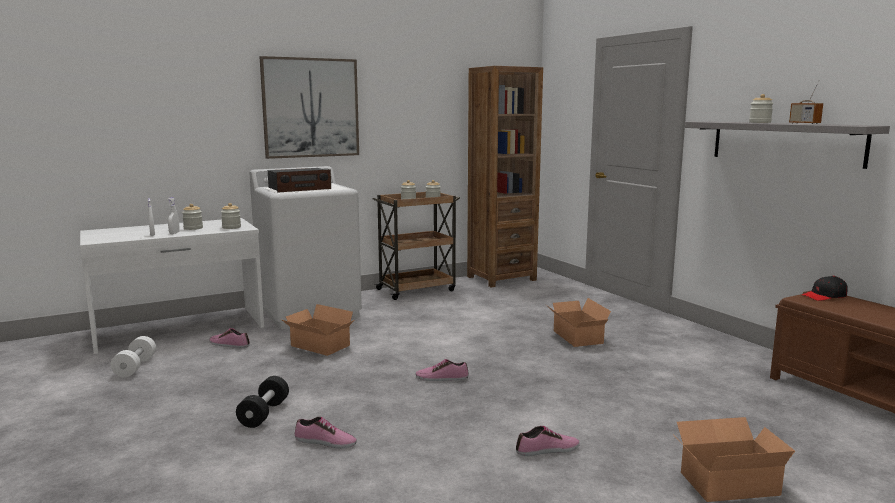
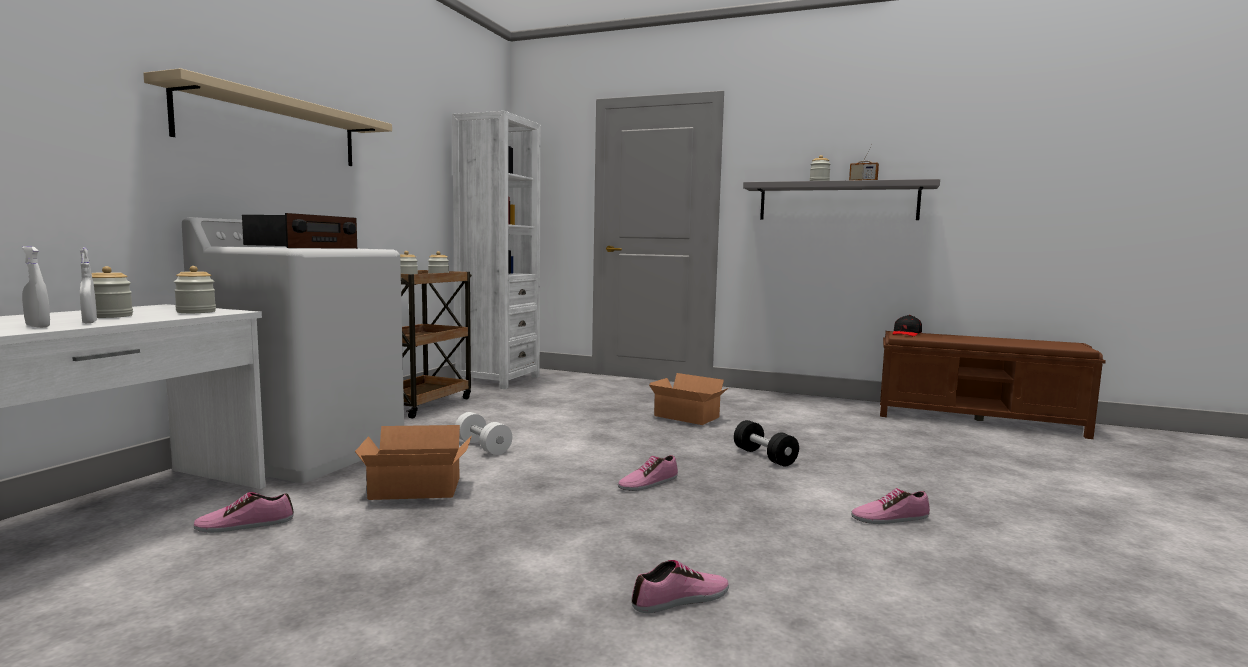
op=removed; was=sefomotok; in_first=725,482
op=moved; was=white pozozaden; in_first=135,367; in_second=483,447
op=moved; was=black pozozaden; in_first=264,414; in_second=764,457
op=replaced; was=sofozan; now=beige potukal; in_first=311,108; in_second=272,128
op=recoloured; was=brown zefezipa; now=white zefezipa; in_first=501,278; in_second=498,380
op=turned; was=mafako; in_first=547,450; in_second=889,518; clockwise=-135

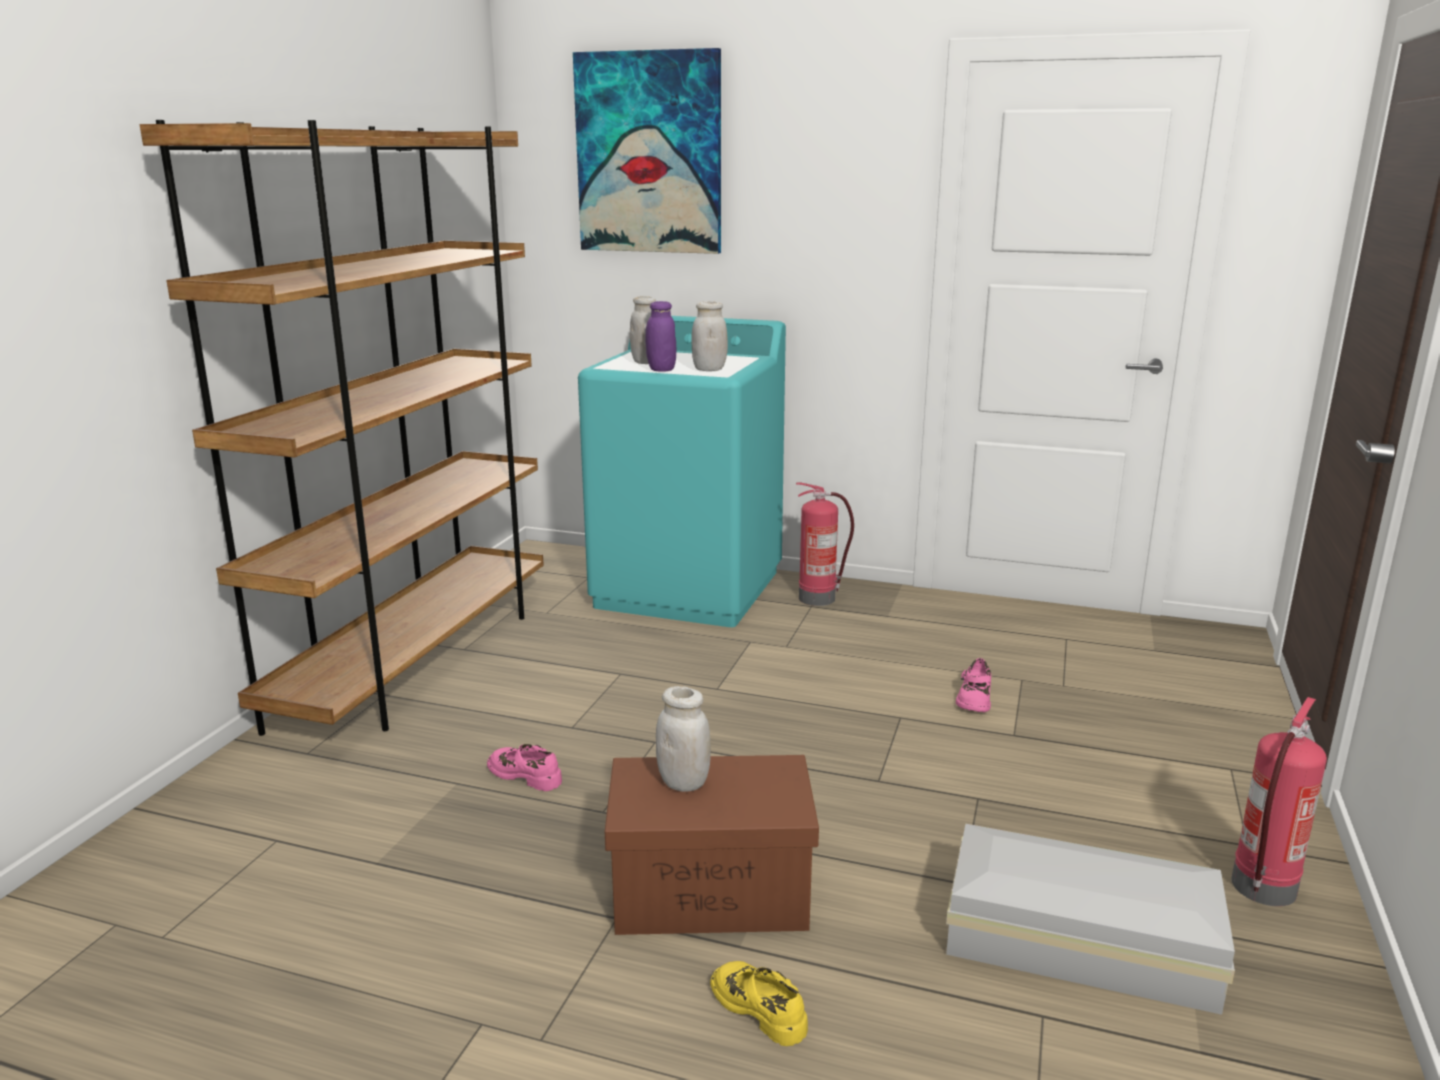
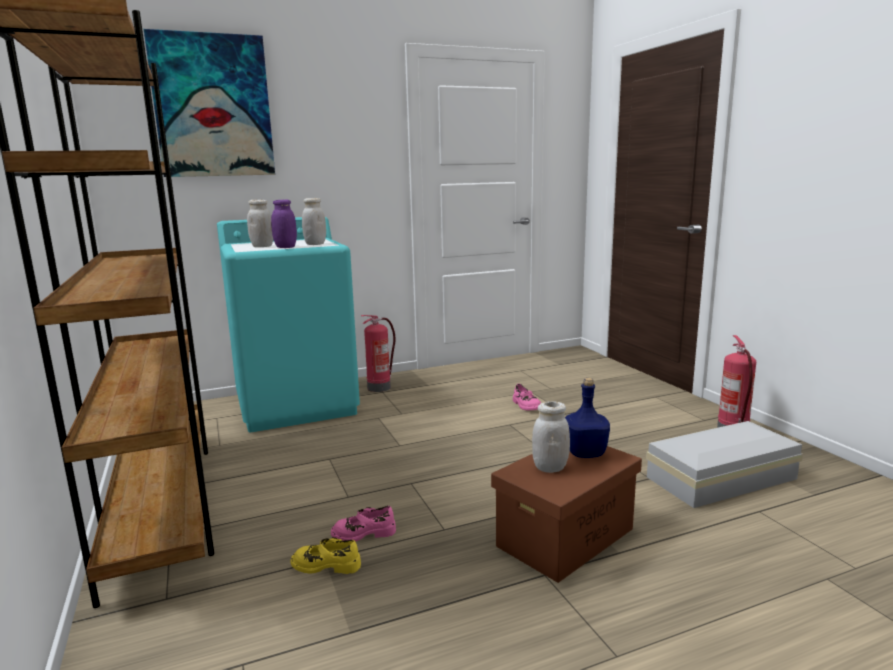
op=added; now=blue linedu; in_second=584,453
op=moved; was=yellow mafako; in_first=760,1008; in_second=326,564

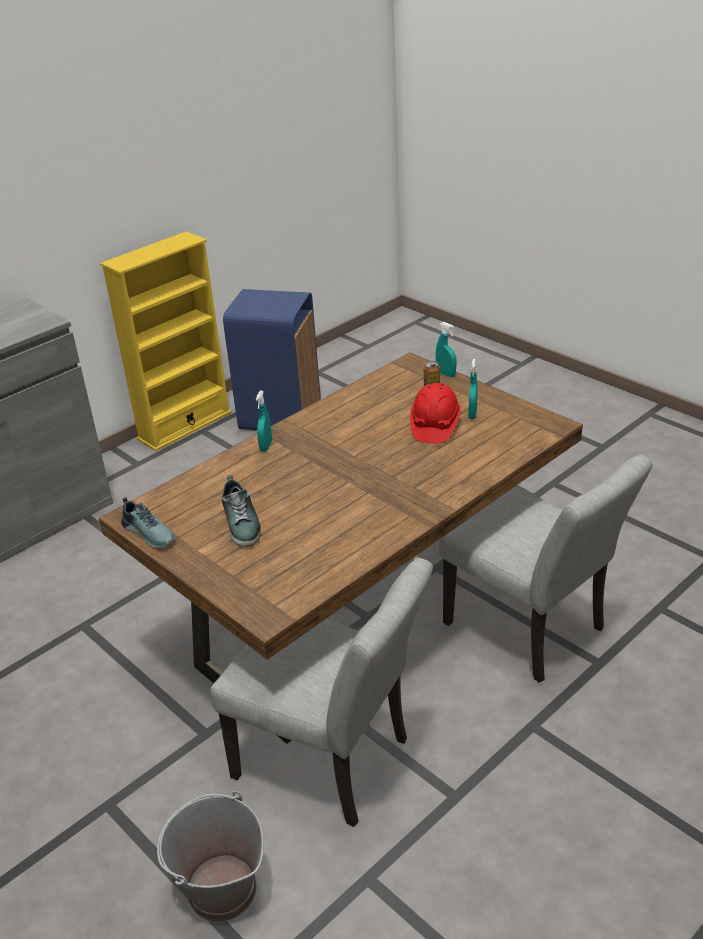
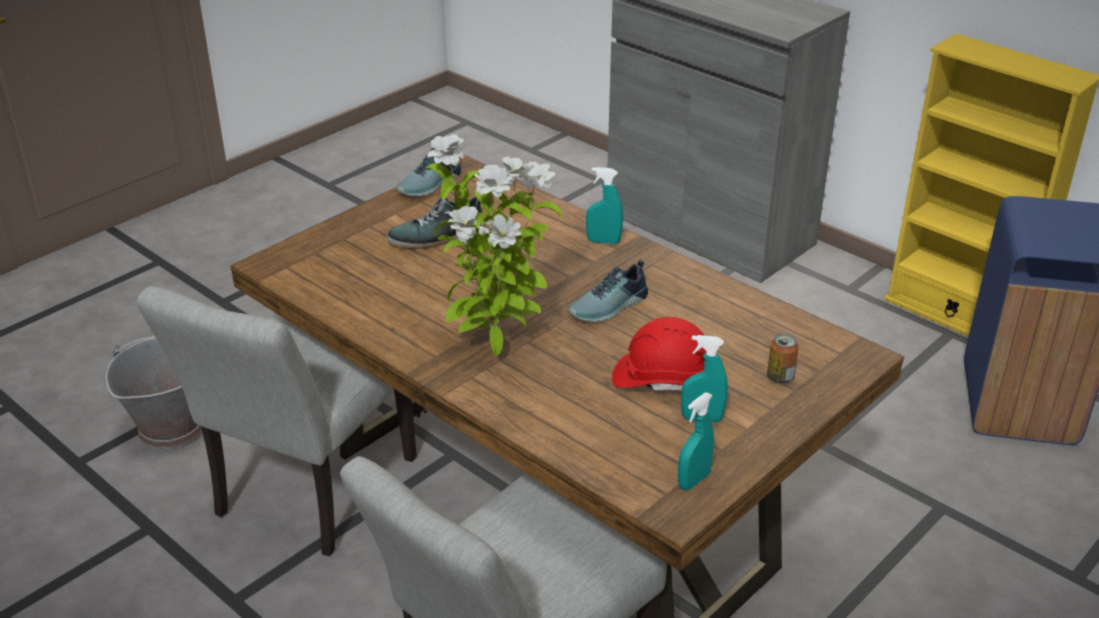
op=added; now=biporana; in_second=495,347
op=added; now=mafako; in_second=610,307
op=moved; was=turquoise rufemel; in_first=446,374; in_second=693,480

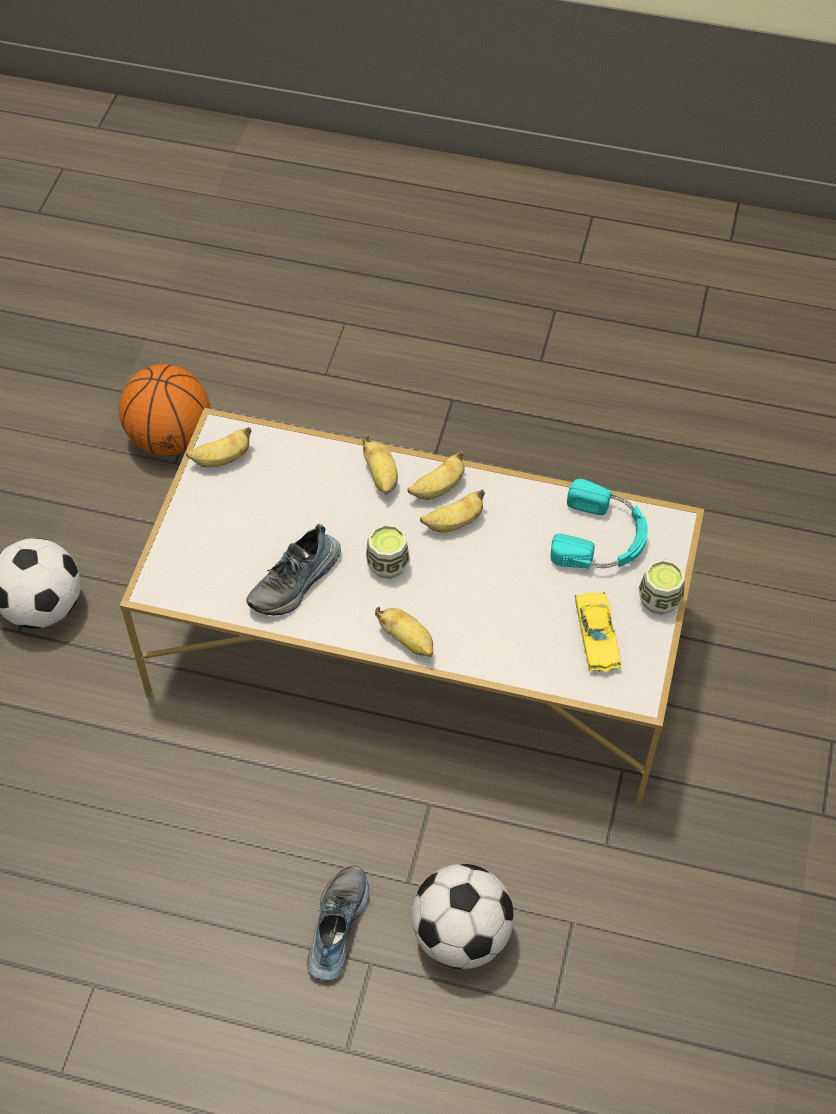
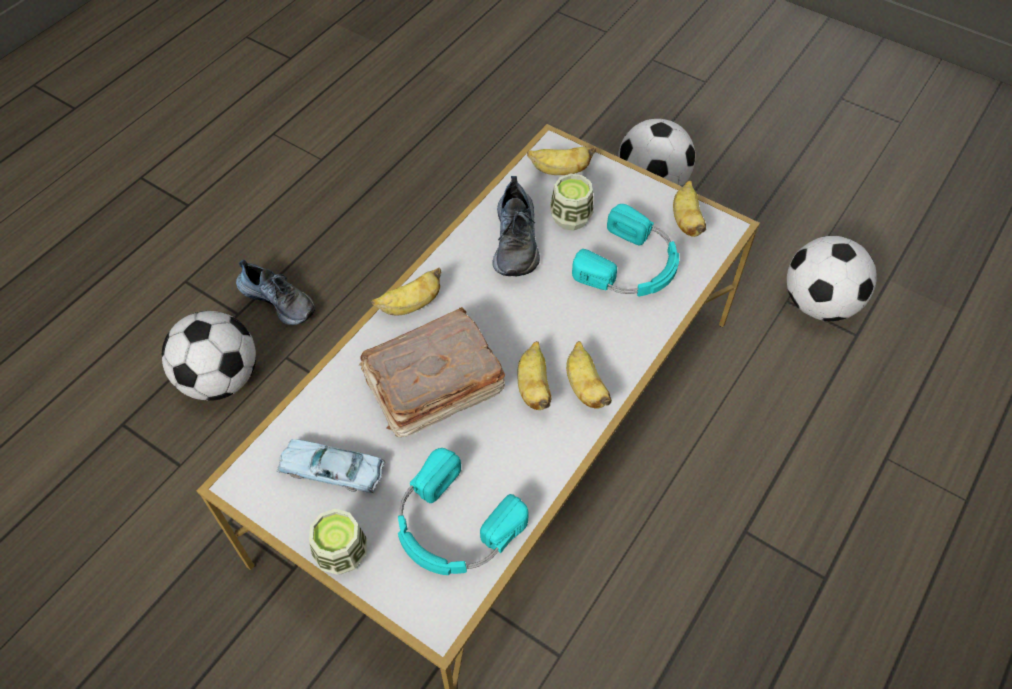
op=added; now=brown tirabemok; in_second=431,387
op=added; now=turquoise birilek; in_second=631,266
op=moved; was=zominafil; in_first=381,477; in_second=559,171
op=moved; was=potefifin; in_first=388,565; in_second=570,218
op=replaced; was=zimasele; now=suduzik; in_first=170,438; in_second=819,304
op=recoloured; was=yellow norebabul; now=blue norebabul; in_first=596,635; in_second=332,470
op=turned; was=mafako; in_first=296,582; in_second=517,241; clockwise=-150

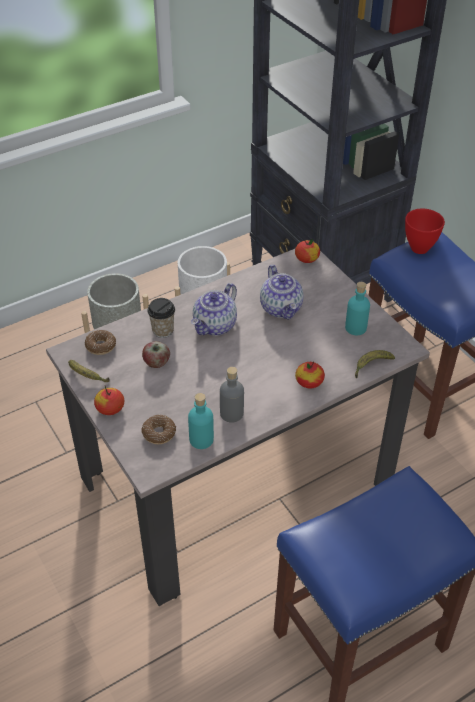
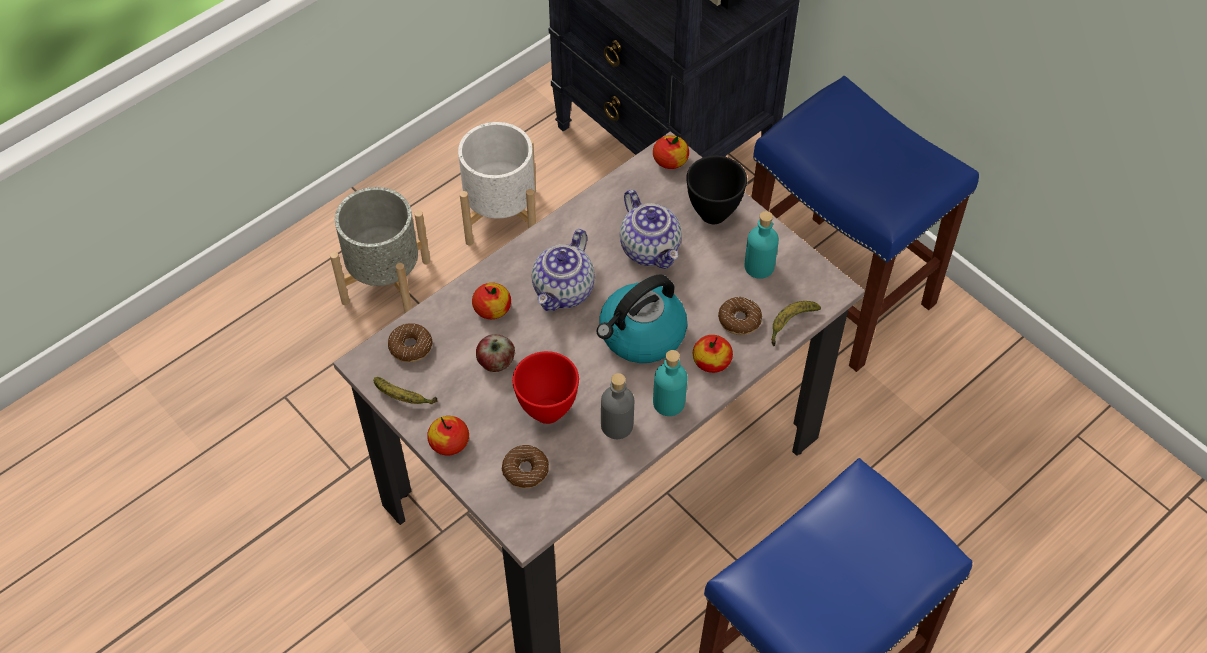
op=added; now=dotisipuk; in_second=641,335
op=added; now=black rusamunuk; in_second=713,212
op=added; now=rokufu; in_second=739,320
op=moved; was=turquoise linedu; in_first=201,439; in_second=669,402
op=moved; was=red rusamunuk; in_first=418,248; in_second=545,411
op=replaced; was=potefifin; now=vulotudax; in_first=163,330; in_second=492,309

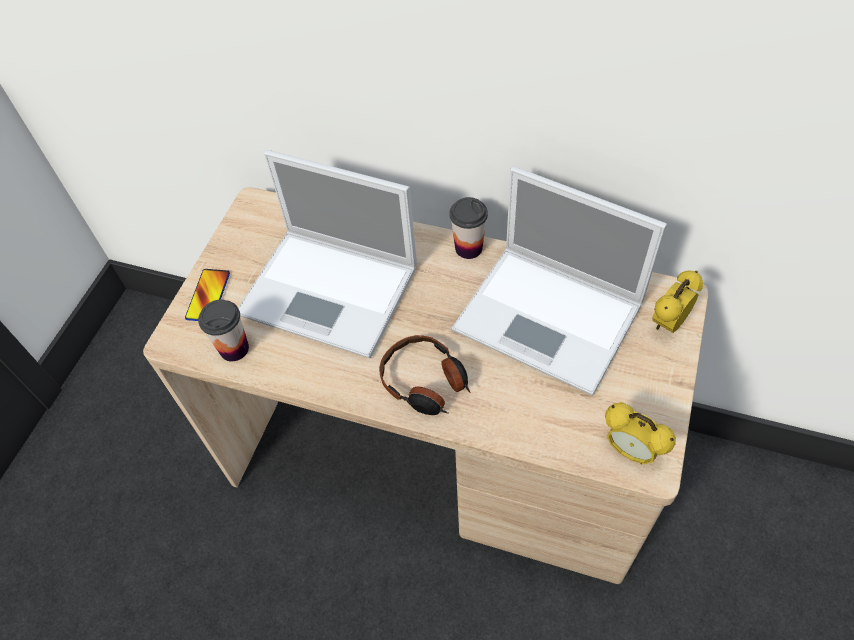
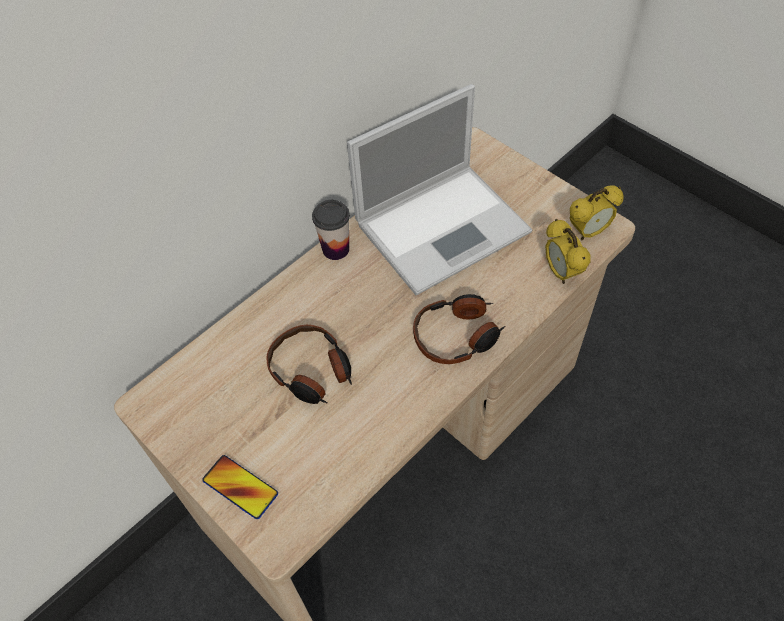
op=removed; was=potefifin; in_first=234,349
op=moved; was=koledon; in_first=668,323; in_second=561,273
op=replaced; was=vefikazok; now=birilek; in_first=332,291; in_second=312,371

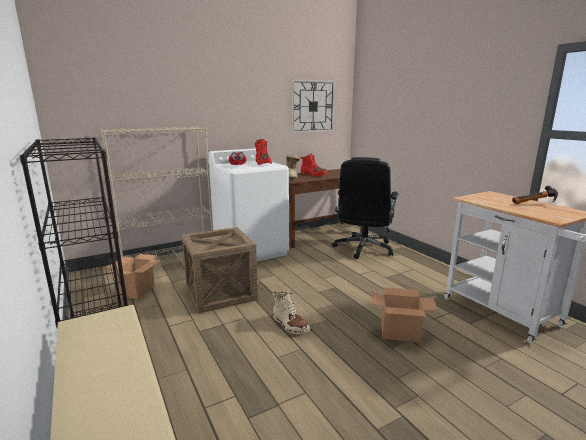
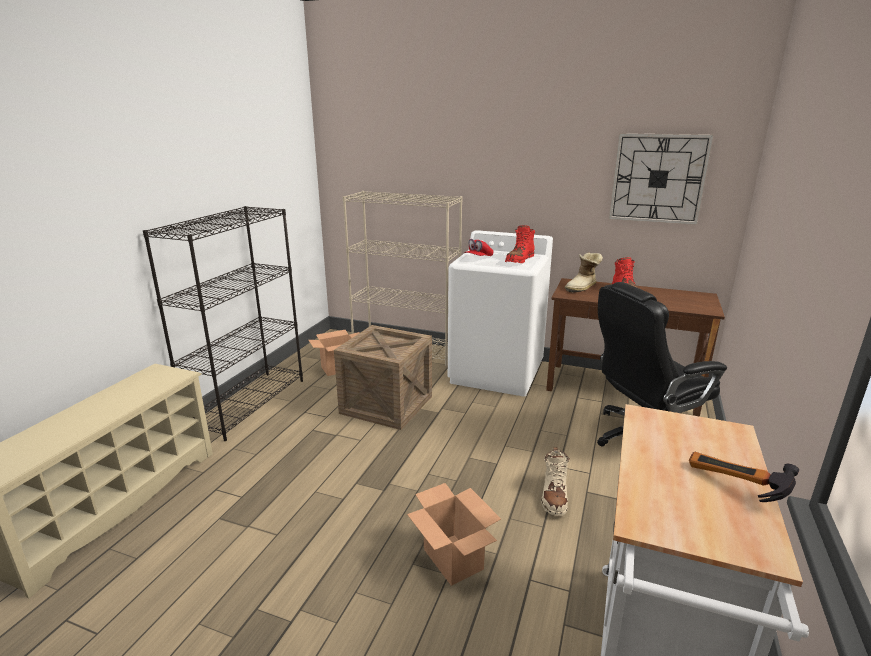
op=moved; was=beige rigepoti; in_first=290,325; in_second=554,496

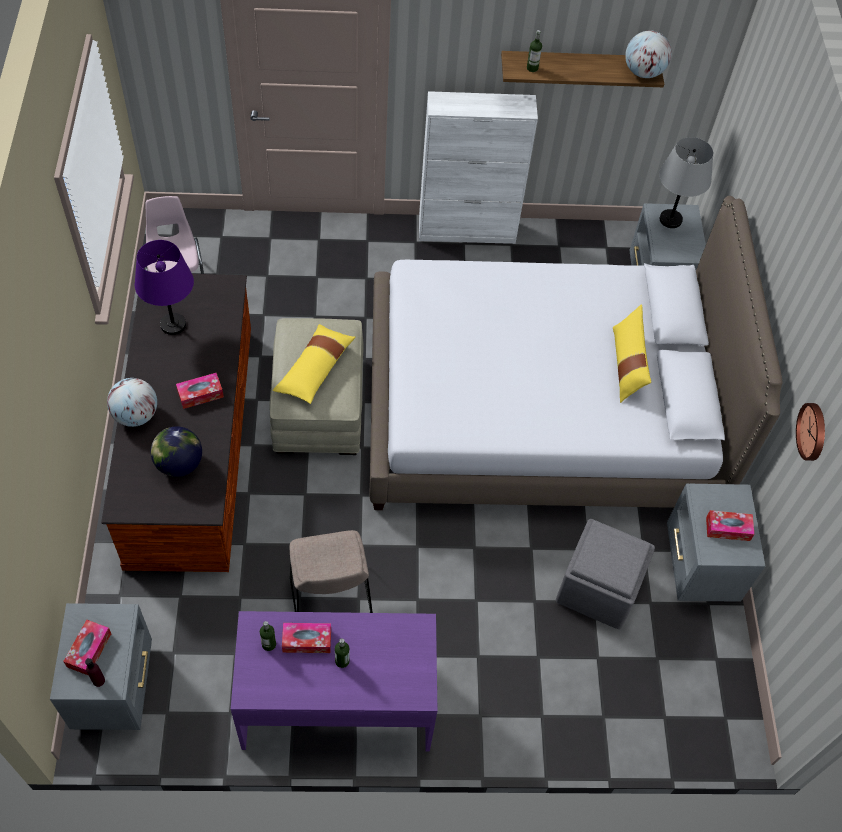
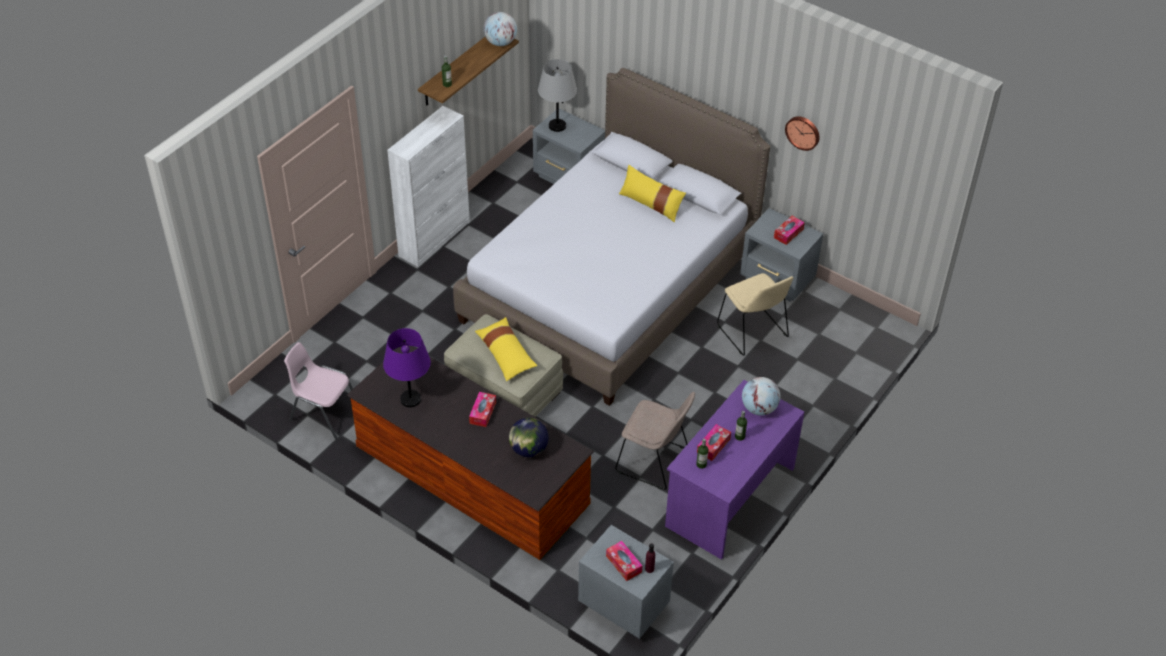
op=moved; was=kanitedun; in_first=136,415; in_second=759,408
op=replaced; was=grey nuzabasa; now=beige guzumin; in_first=597,588; in_second=753,332

